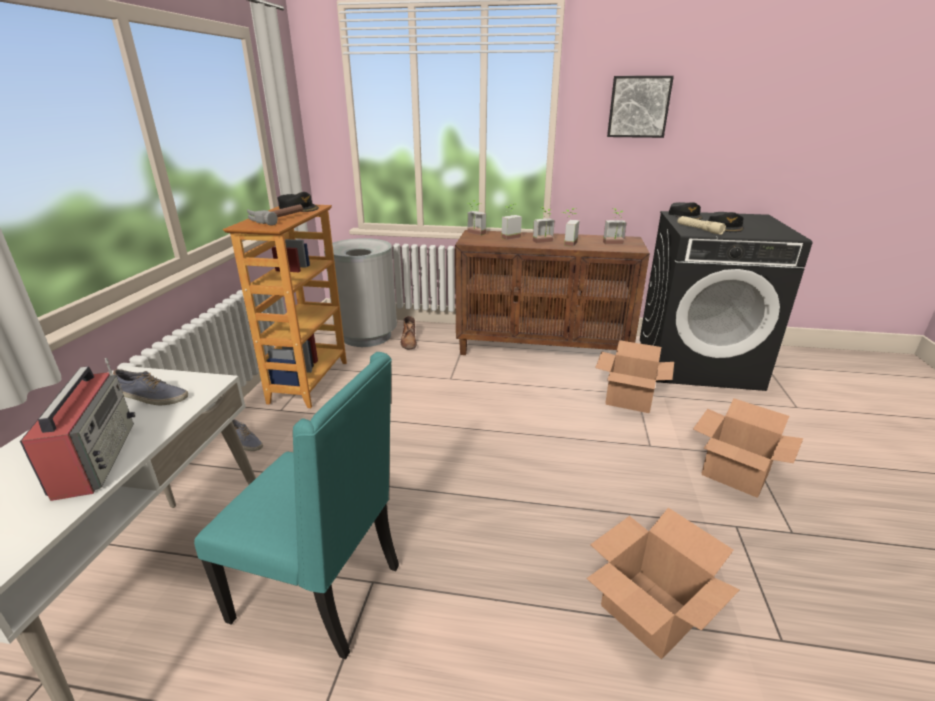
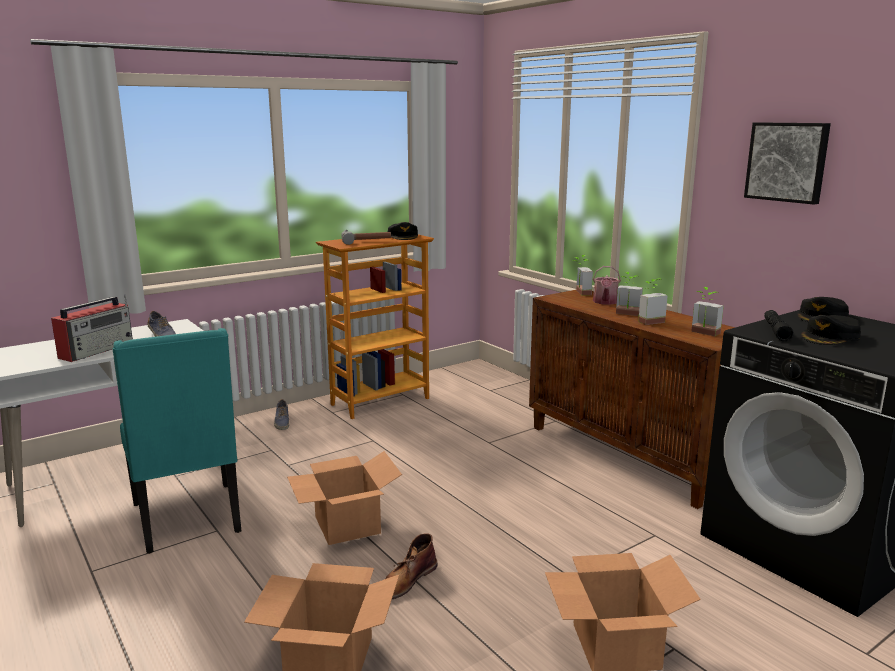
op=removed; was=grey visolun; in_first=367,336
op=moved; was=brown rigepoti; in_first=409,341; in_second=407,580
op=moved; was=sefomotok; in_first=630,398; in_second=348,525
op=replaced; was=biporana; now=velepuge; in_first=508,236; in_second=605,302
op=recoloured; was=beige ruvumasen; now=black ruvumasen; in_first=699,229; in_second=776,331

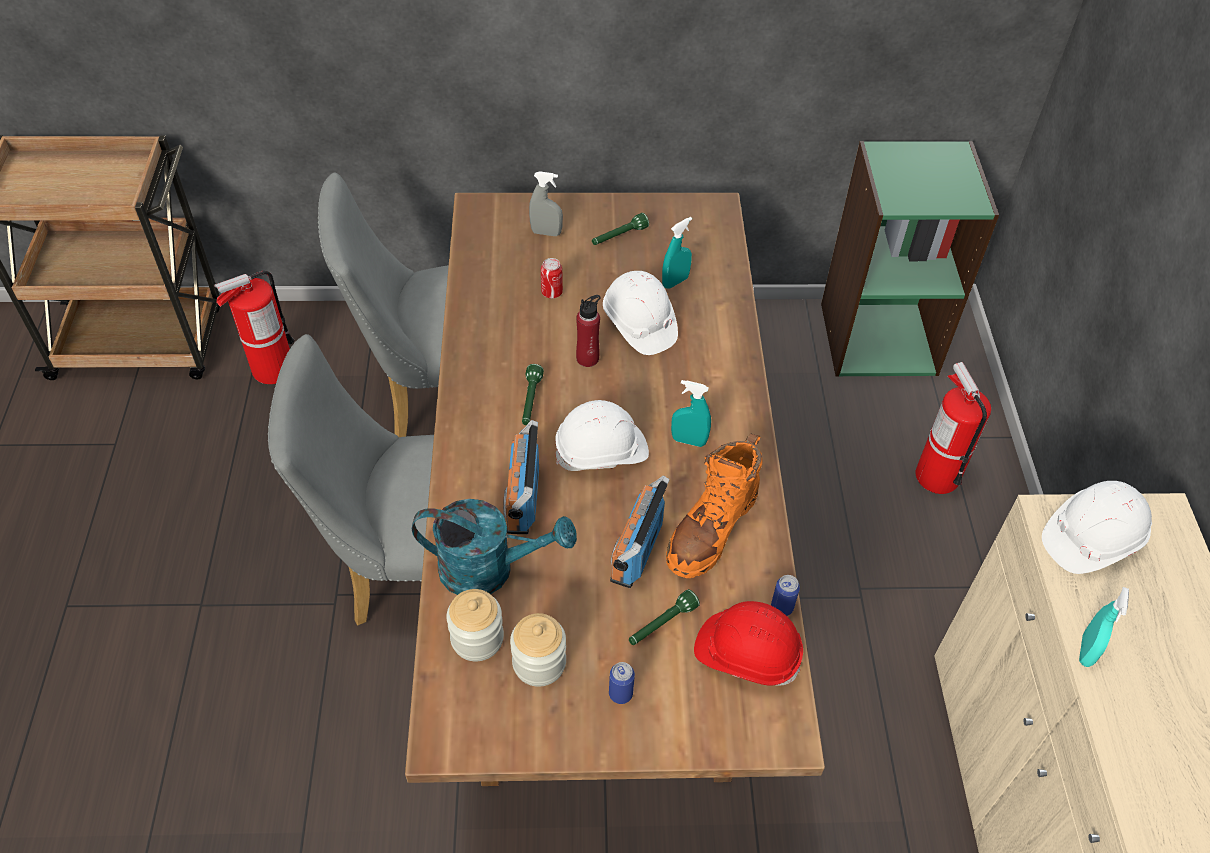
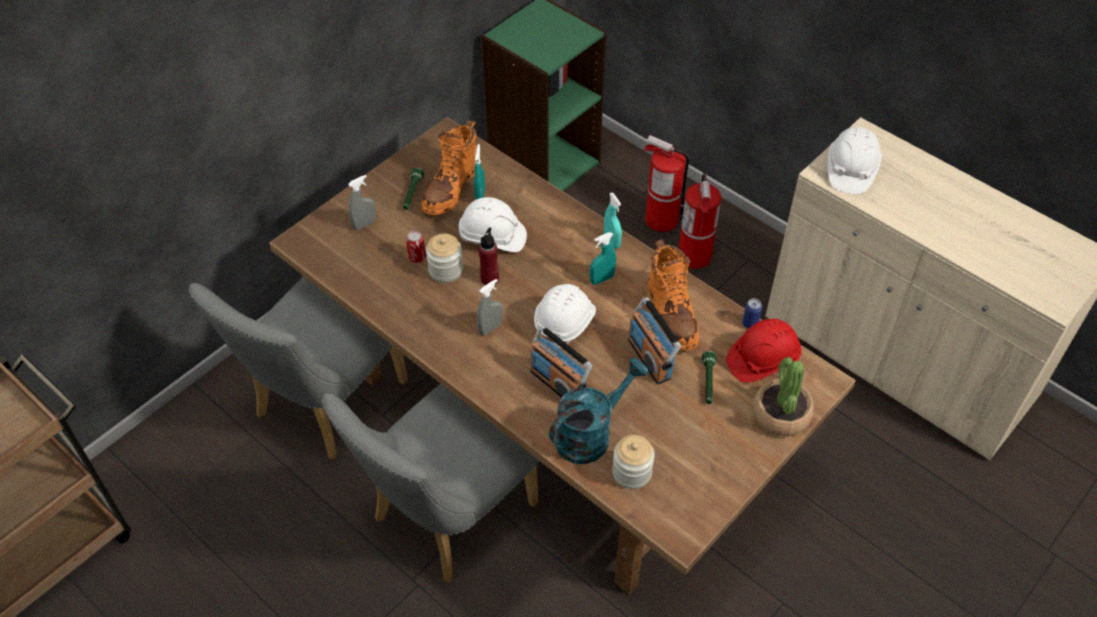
op=removed; was=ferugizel; in_first=620,694
op=added; now=orange rigepoti; in_second=451,188
op=added; now=biporana; in_second=780,414
op=moved; was=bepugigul; in_first=272,369; in_second=694,257
op=moved; was=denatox; in_first=539,663; in_second=446,270
op=moved; was=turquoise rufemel; in_first=1086,651; in_second=612,241
op=replaced; was=green ruvumasen; now=grey rufemel; in_first=530,401; in_second=490,328

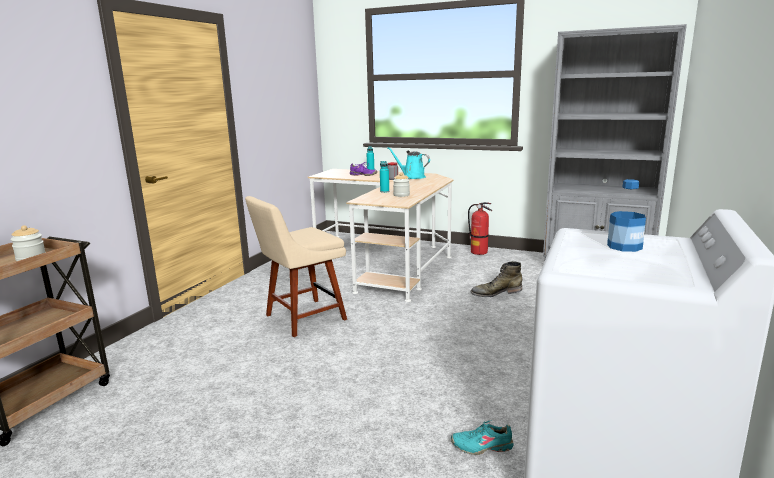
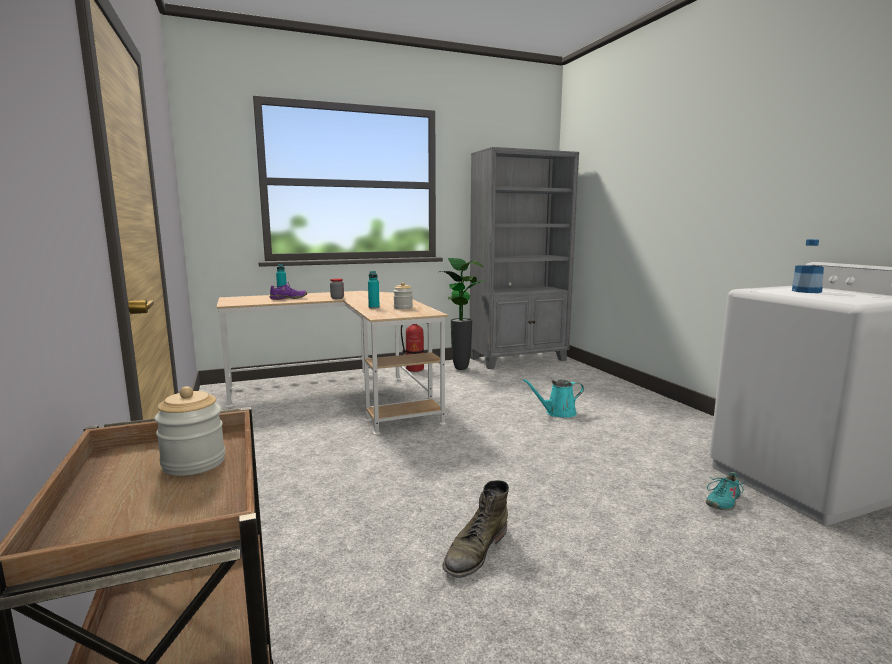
op=removed; was=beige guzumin; in_first=302,318
op=added; now=biporana; in_second=461,369
op=moved; was=turquoise velepuge; in_first=412,177; in_second=558,413
op=moved; was=green rigepoti; in_first=496,292; in_second=475,551

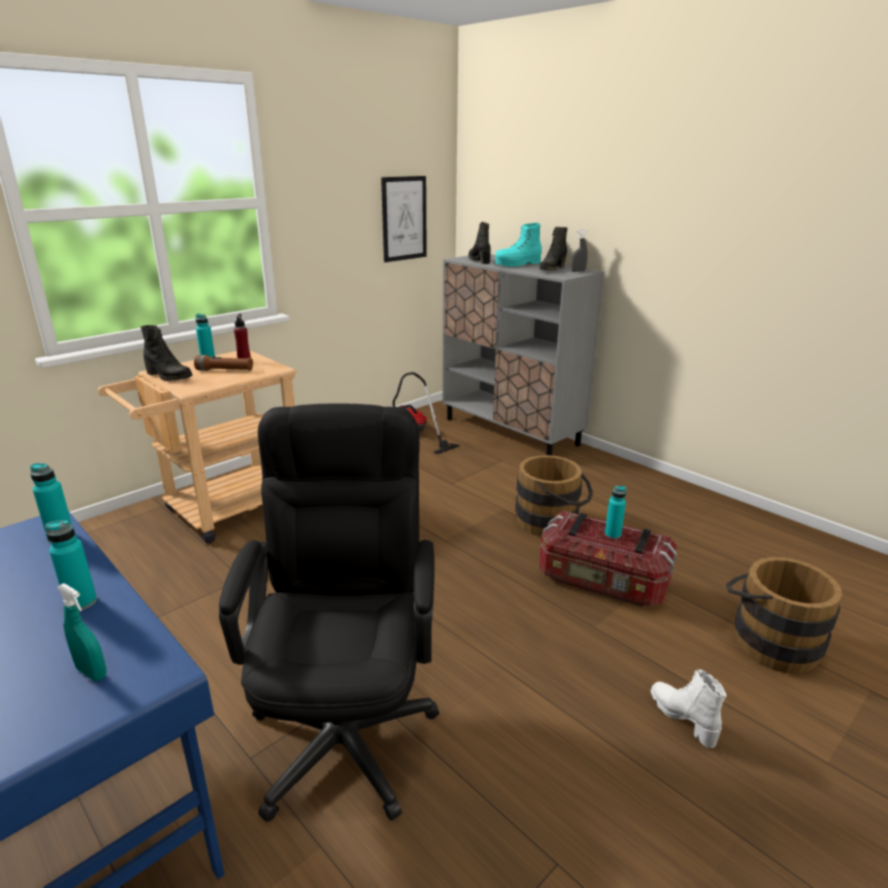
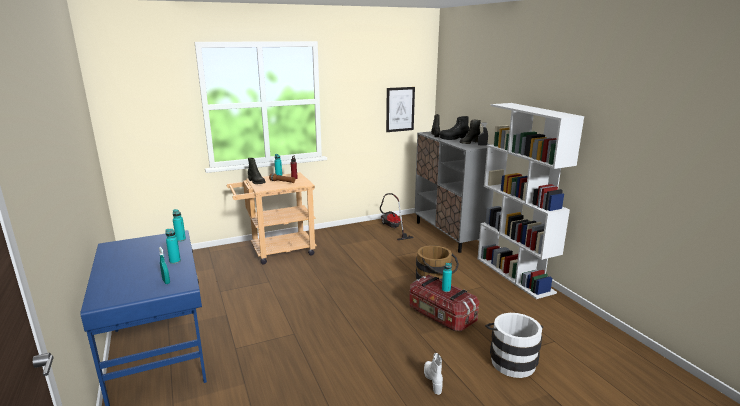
op=removed; was=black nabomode; in_first=346,721
op=added; now=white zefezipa; in_second=515,275
op=recoloured; was=turquoise rigepoti; now=black rigepoti; in_first=518,264; in_second=454,138
op=recoloured; was=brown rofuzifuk; now=white rofuzifuk; in_first=769,640; in_second=511,360

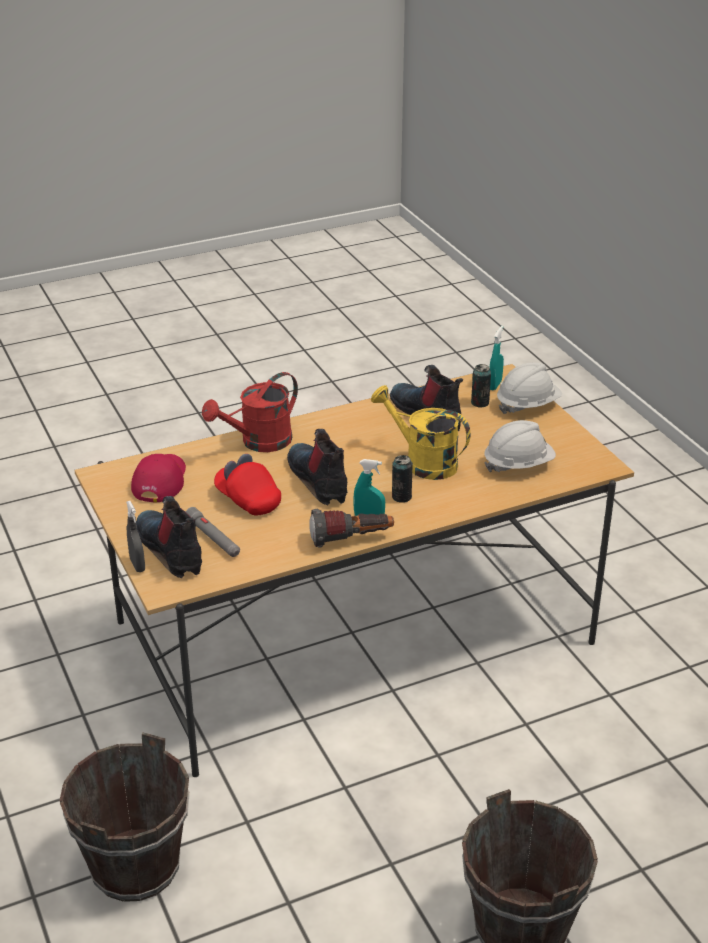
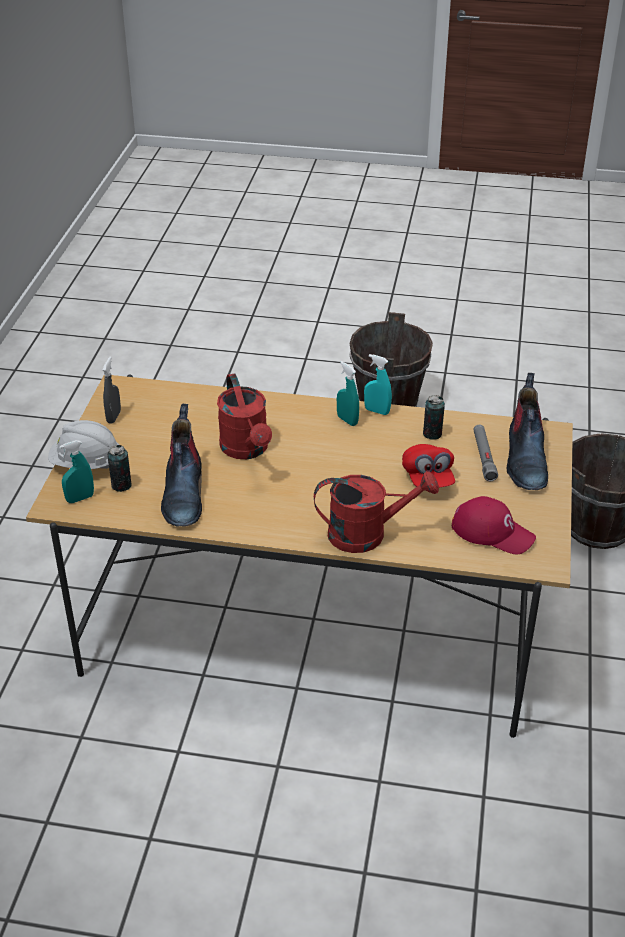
op=removed; was=rigepoti; in_first=319,481
op=removed; was=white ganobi; in_first=518,465
op=moved; was=grey rufemel; in_first=137,565; in_second=113,417
op=moved; was=ferugizel; in_first=401,497; in_second=432,434
op=replaced; was=ruvumasen; now=turquoise rufemel; in_first=351,540; in_second=377,411
op=recoloured; was=yellow velepuge; now=red velepuge; in_first=422,462; in_second=247,450
op=turned; was=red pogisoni; in_first=160,481; in_second=493,532; clockwise=-105

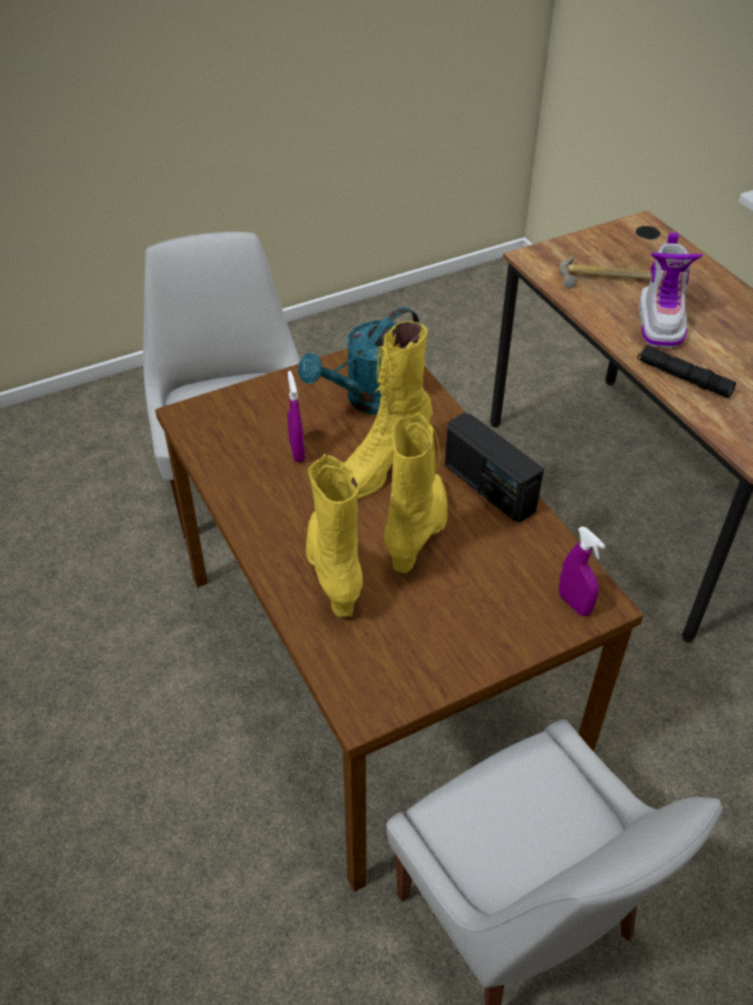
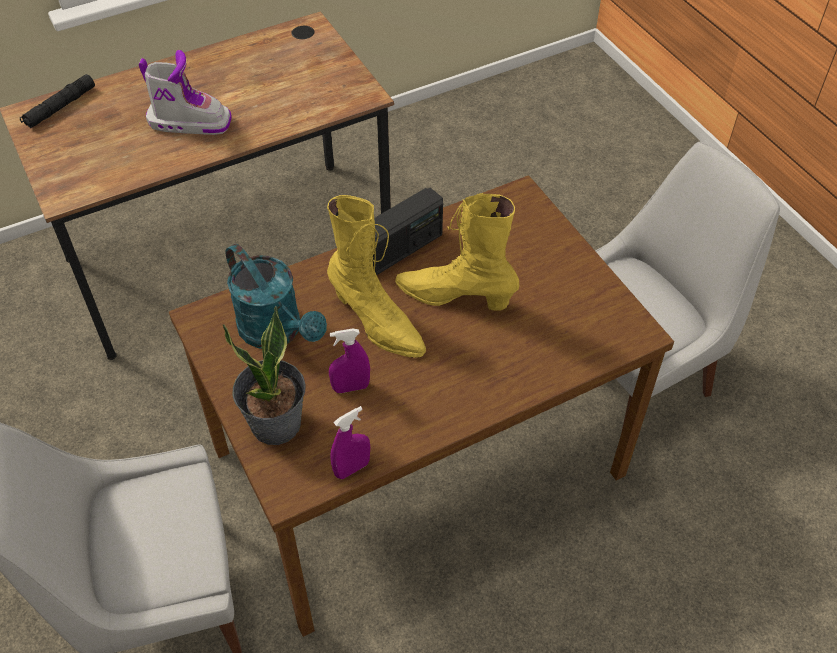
op=removed; was=yellow rigepoti; in_first=334,571
op=removed; was=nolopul; in_first=605,279
op=added; now=biporana; in_second=276,424
op=moved; was=purple rufemel; in_first=574,604; in_second=352,468
op=moved; was=black ruvumasen; in_first=683,378; in_second=60,107

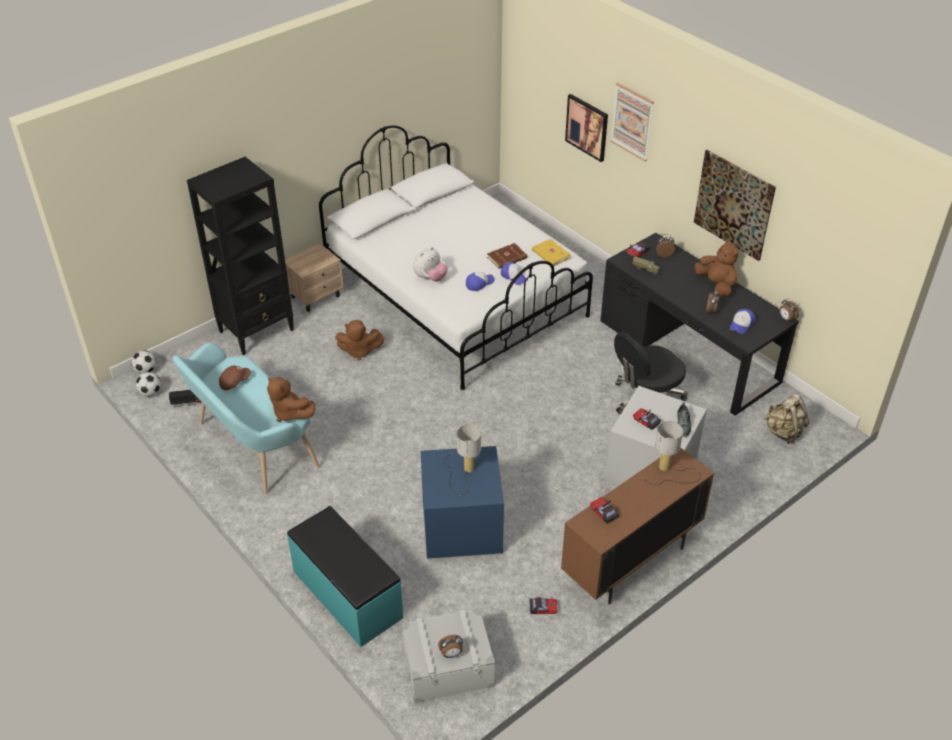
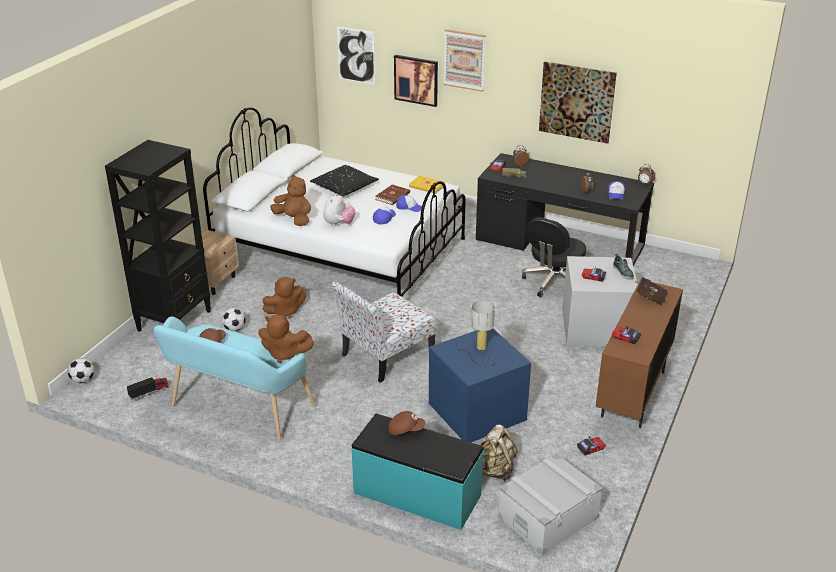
op=removed; was=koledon; in_first=451,654
op=added; now=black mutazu; in_second=344,187
op=added; now=guzumin; in_second=385,355
op=added; now=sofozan; in_second=356,55
op=added; now=brown pogisoni; in_second=405,429
op=moved; was=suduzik; in_first=150,393; in_second=234,329
op=moved; was=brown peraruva; in_first=716,285; in_second=294,219
op=moved; was=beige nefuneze; in_first=783,432; in_second=494,470
op=replaced; was=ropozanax; now=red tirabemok; in_first=668,471; in_second=649,297

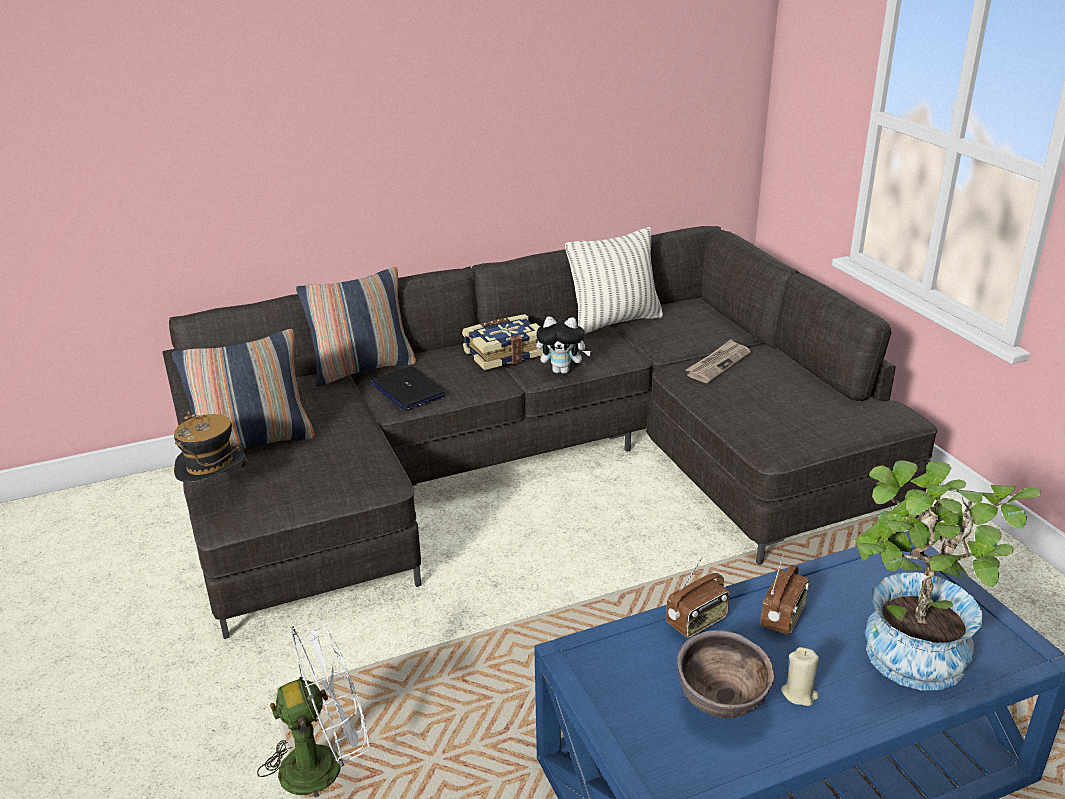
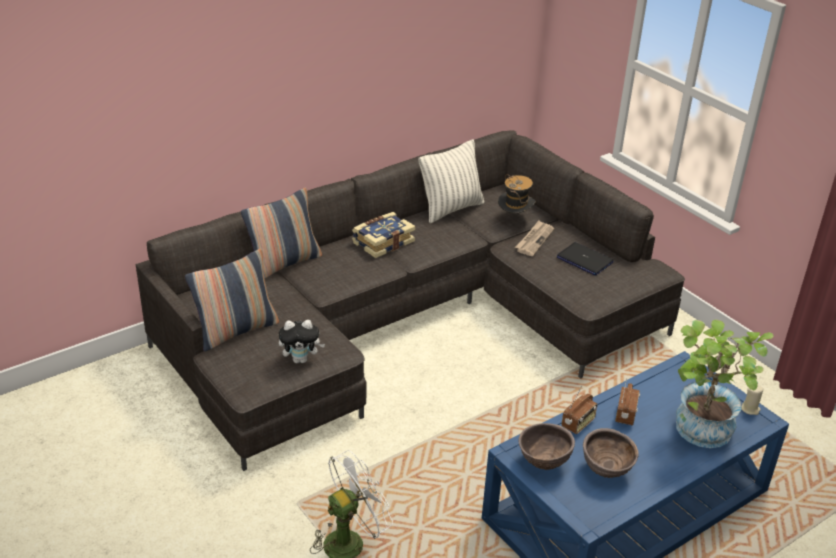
op=added; now=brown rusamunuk; in_second=543,463
op=moved; was=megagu; in_first=216,493; in_second=514,220
op=moved; was=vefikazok; in_first=407,390; in_second=584,260
op=moved; was=peraruva; in_first=562,371; in_second=301,360
op=moved; was=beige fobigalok; in_first=799,694; in_second=750,409

